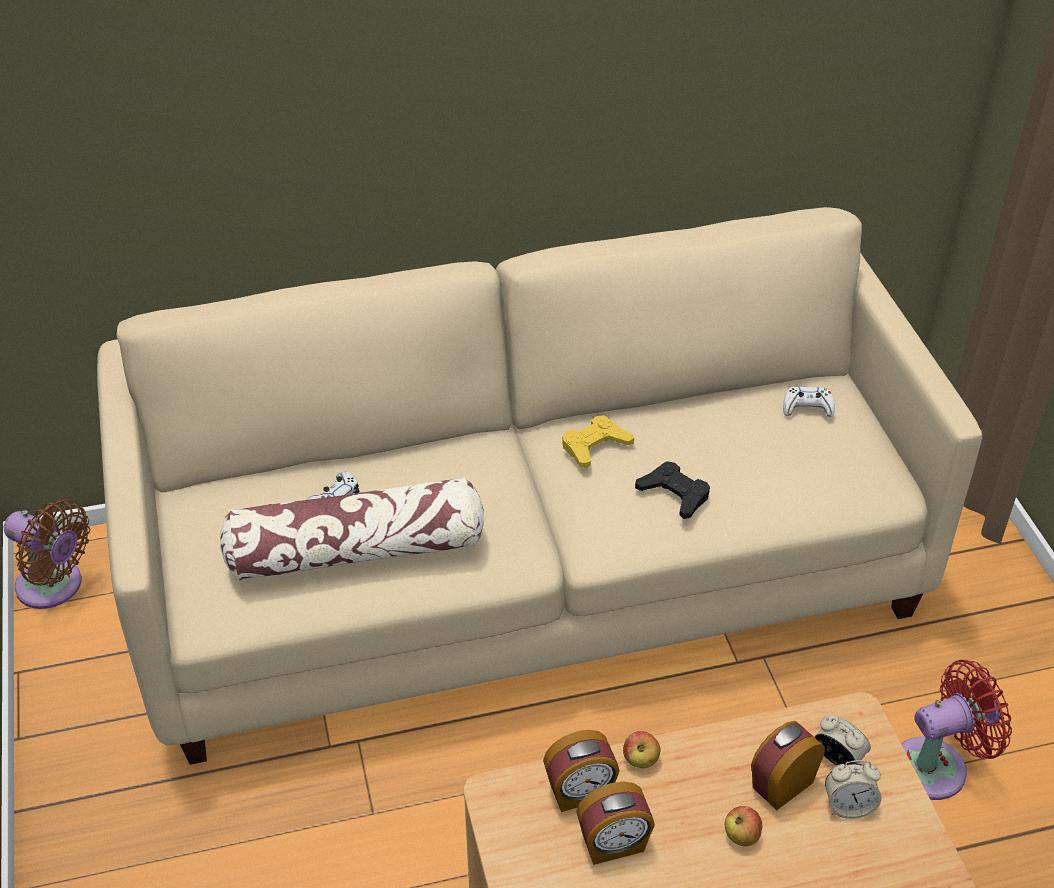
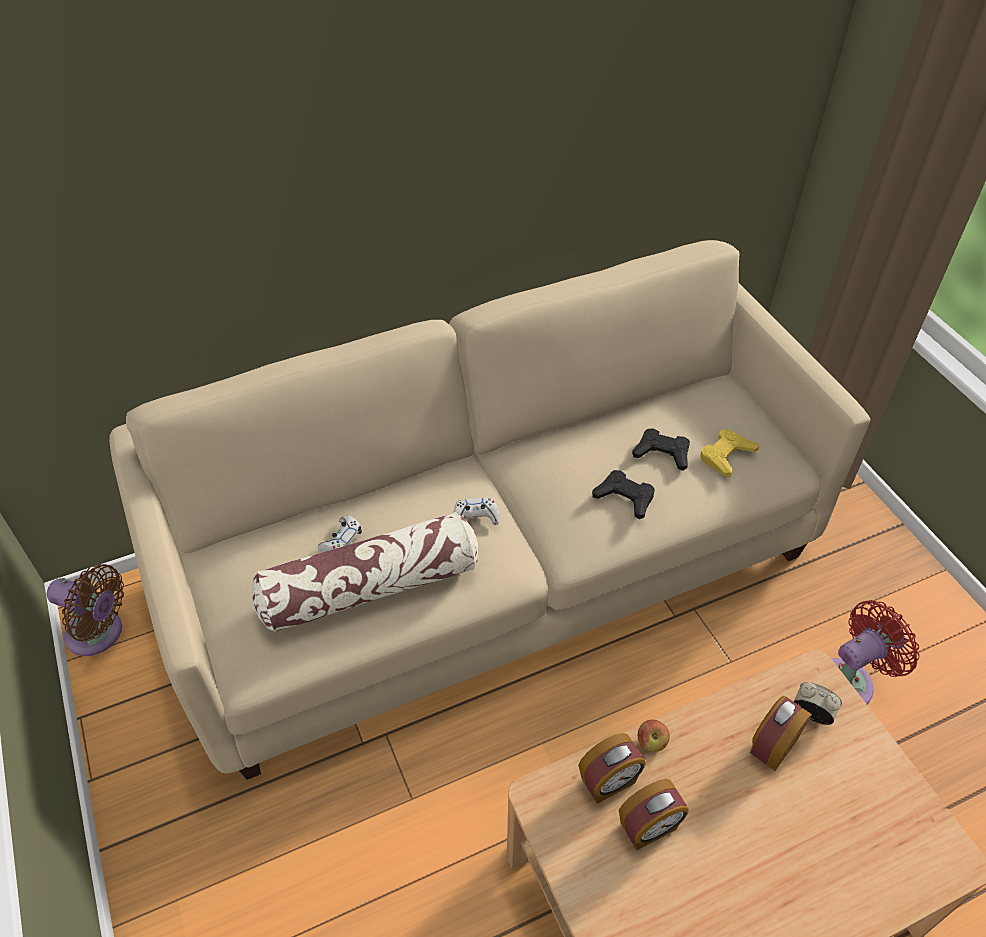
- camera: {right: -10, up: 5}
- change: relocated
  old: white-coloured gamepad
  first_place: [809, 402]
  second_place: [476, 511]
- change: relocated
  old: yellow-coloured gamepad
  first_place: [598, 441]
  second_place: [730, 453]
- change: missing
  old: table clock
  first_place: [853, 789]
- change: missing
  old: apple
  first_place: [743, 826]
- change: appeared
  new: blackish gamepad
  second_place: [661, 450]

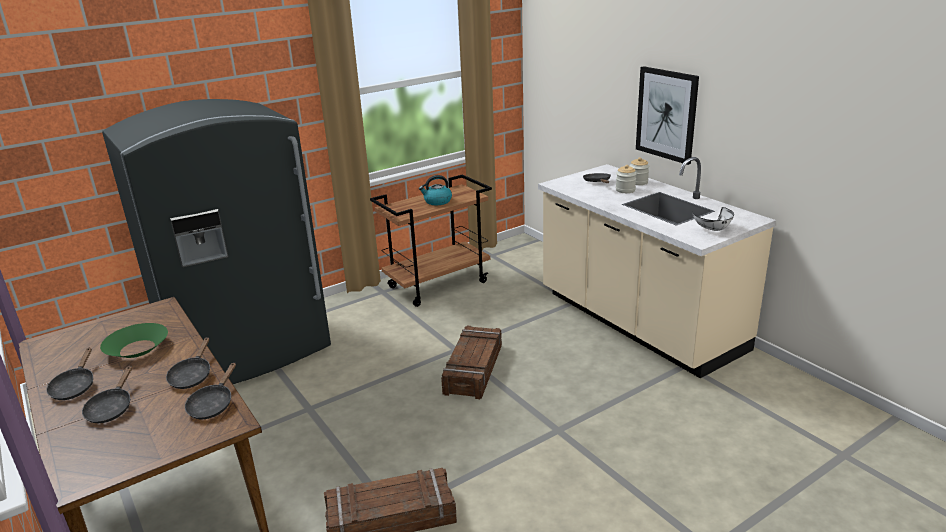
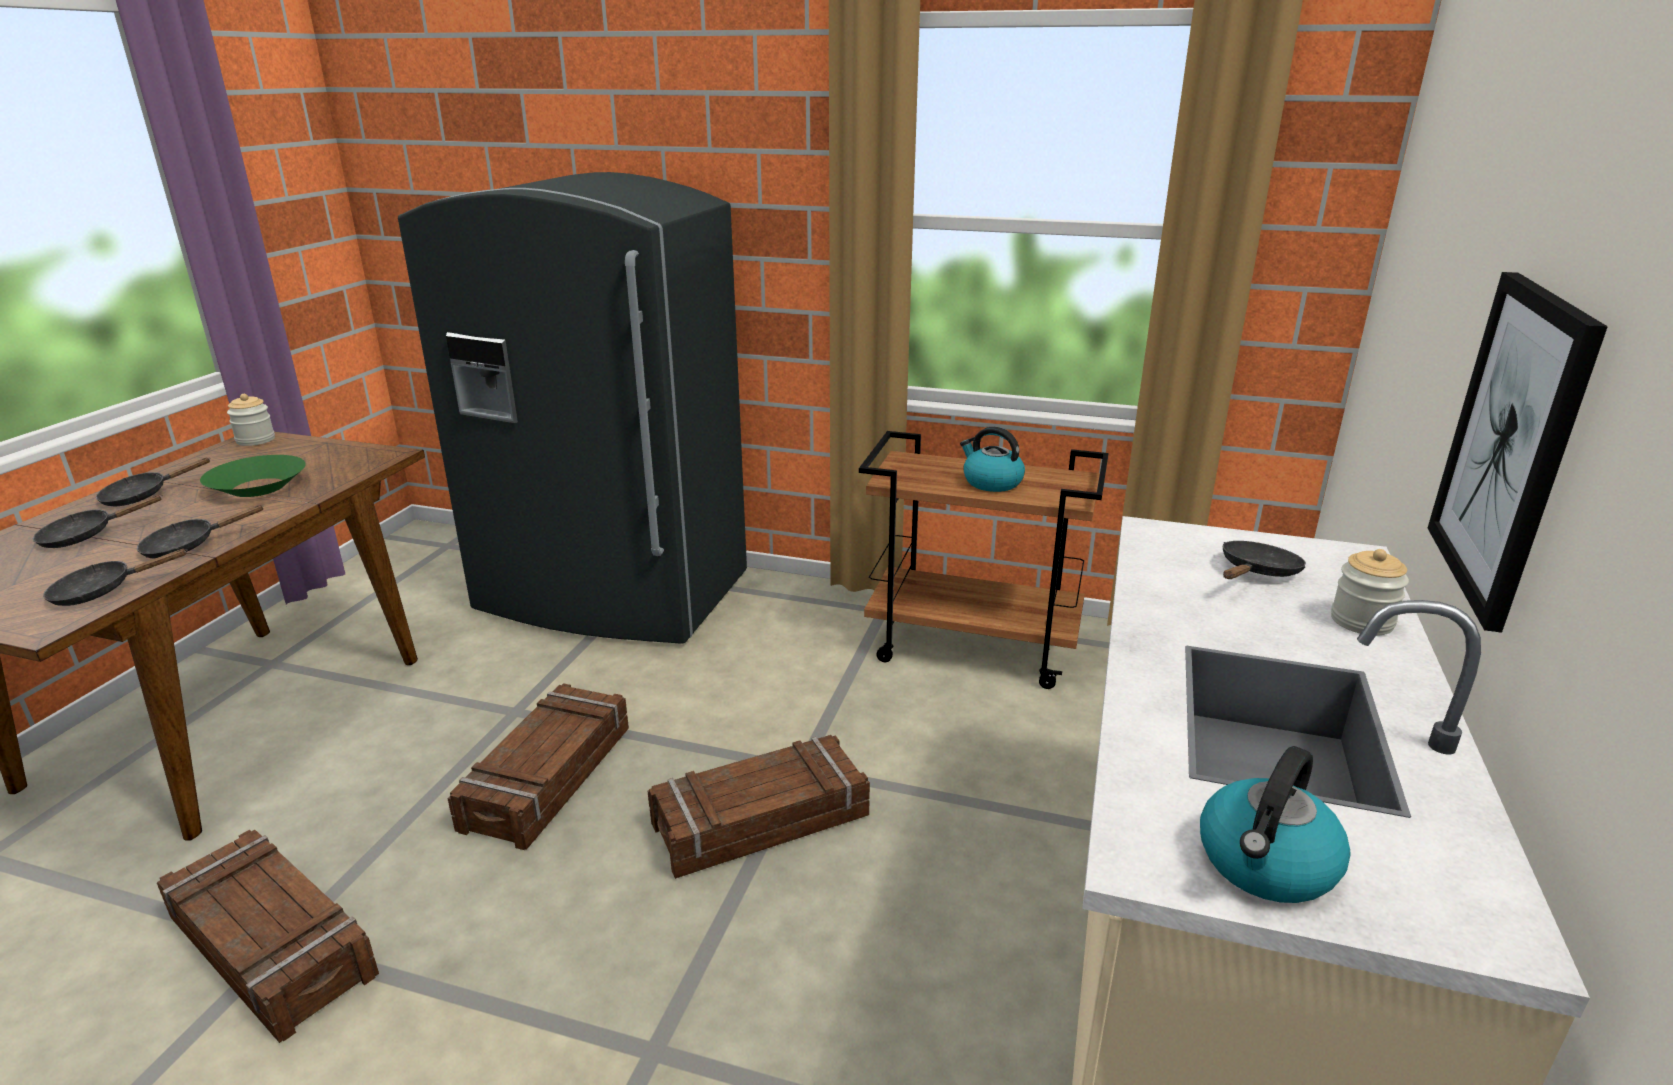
- camera: {right: 50, up: 0}
- change: relocated
  old: jar
  first_place: [626, 179]
  second_place: [251, 420]
- change: exchanged
  old: white-coloured deep dish
  new: tea kettle
  first_place: [713, 219]
  second_place: [1275, 824]
- change: appeared
  new: crate
  second_place: [538, 766]

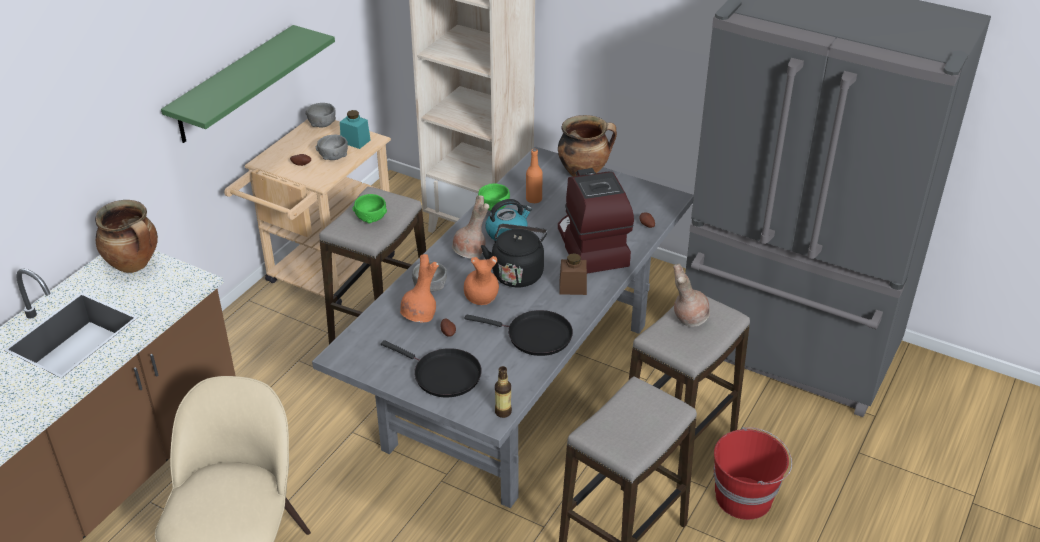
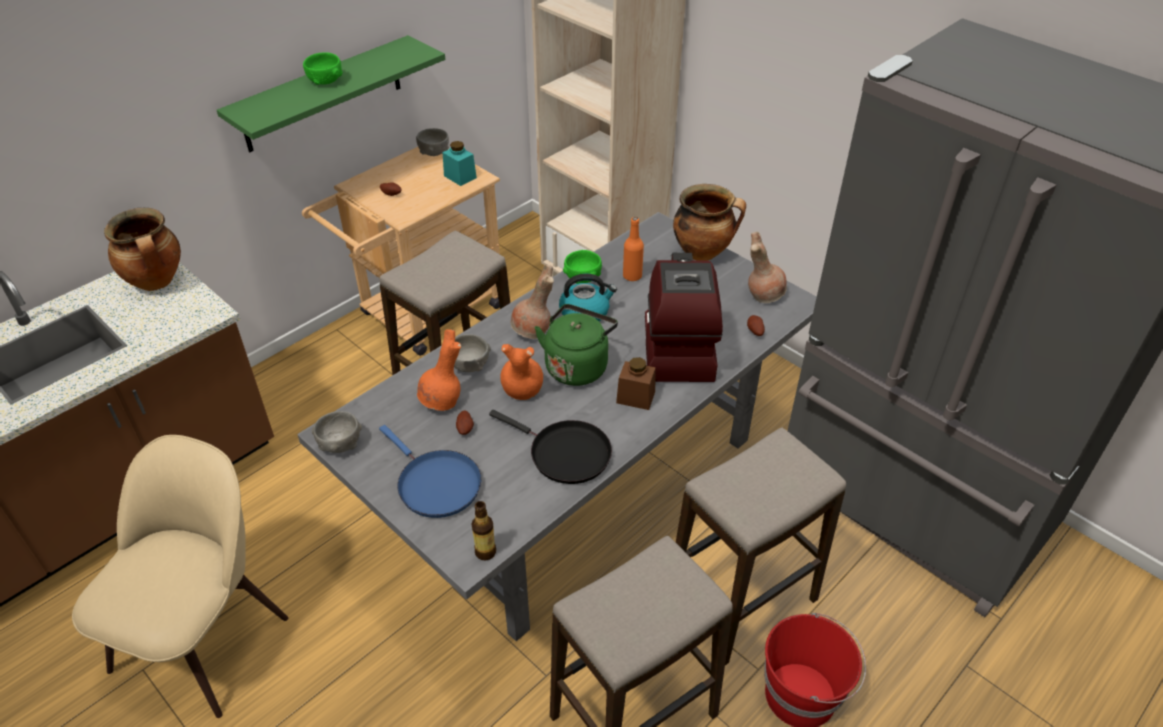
- camera: {right: 15, up: 5}
- change: relocated
  old: gray deep dish
  first_place: [332, 147]
  second_place: [337, 432]
- change: relocated
  old: green-coloured deep dish
  first_place: [370, 208]
  second_place: [323, 68]
- change: colour
  old: blackish tea kettle
  new: green-coloured tea kettle
  first_place: [514, 255]
  second_place: [576, 345]
- change: relocated
  old: brown-coloured vase
  first_place: [691, 295]
  second_place: [767, 267]
- change: colour
  old: blackish pan
  new: bluish pan
  first_place: [431, 368]
  second_place: [430, 471]

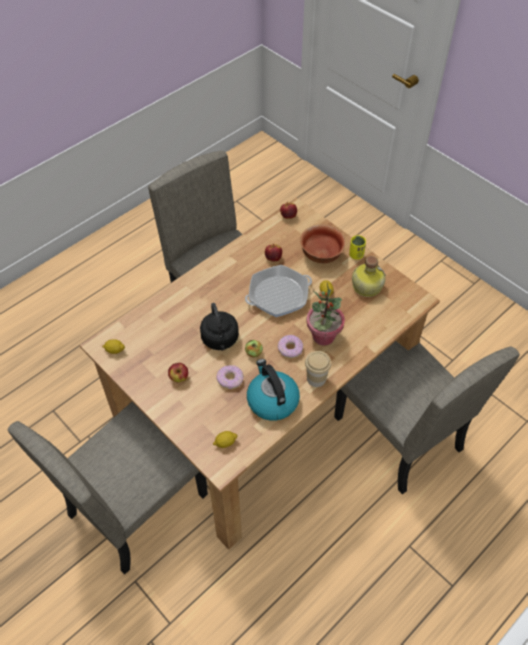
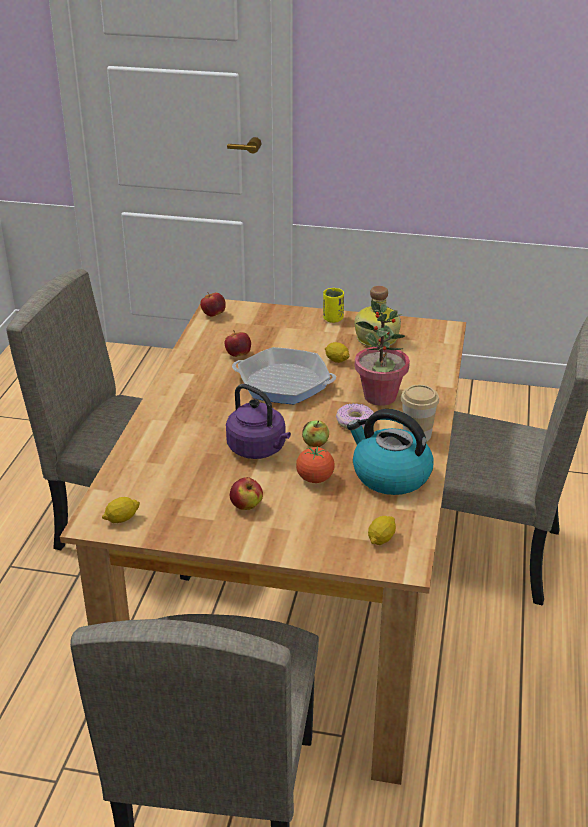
- camera: {right: -35, up: -20}
- change: missing
  old: deep dish
  first_place: [322, 244]
- change: spun
  old: pan
  first_place: [278, 291]
  second_place: [284, 375]
  degrees: -105
- change: colour
  old: blackish tea kettle
  new: purple-coloured tea kettle
  first_place: [219, 326]
  second_place: [258, 421]
- change: exchanged
  old: donut
  new: whole tomato
  first_place: [230, 377]
  second_place: [315, 465]

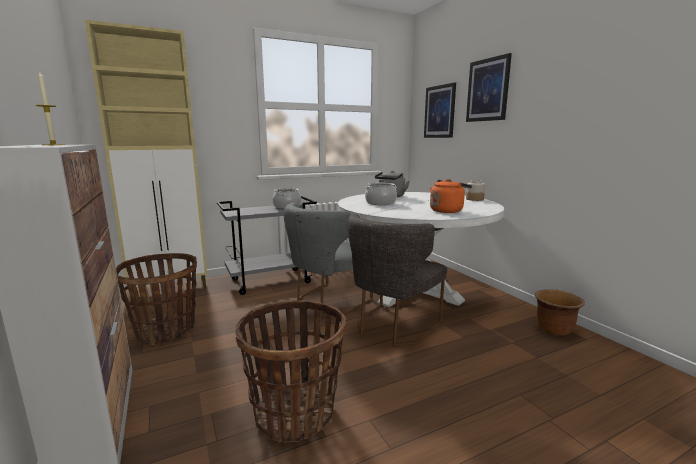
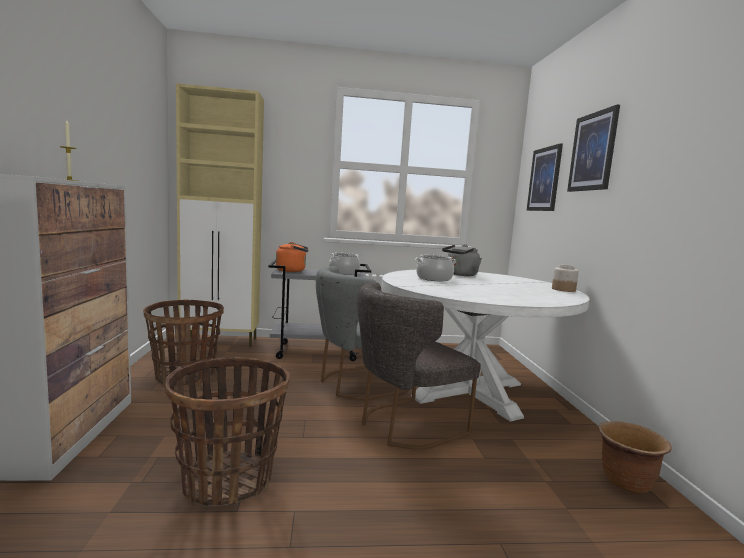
- camera: {right: 20, up: -5}
- change: relocated
  old: orange tea kettle
  first_place: [451, 196]
  second_place: [292, 257]

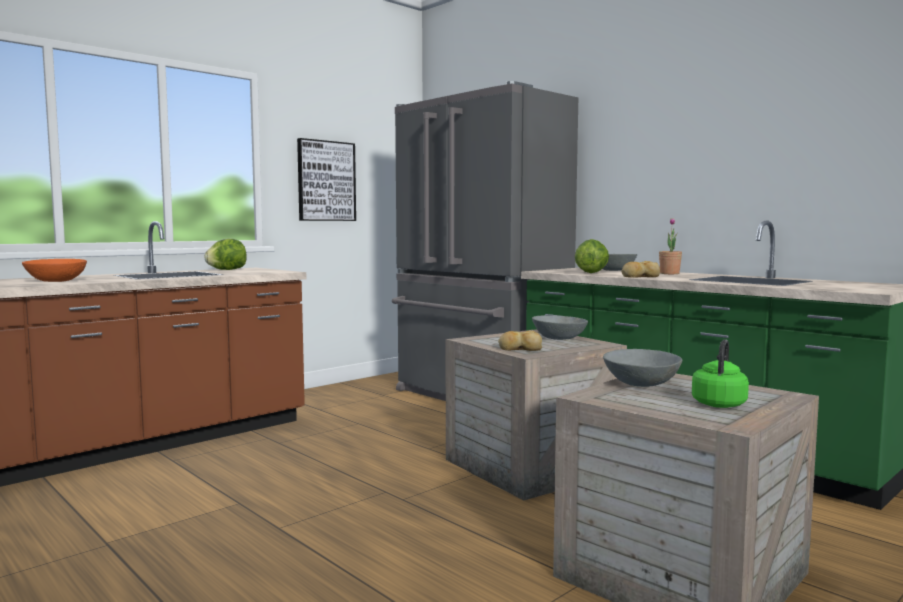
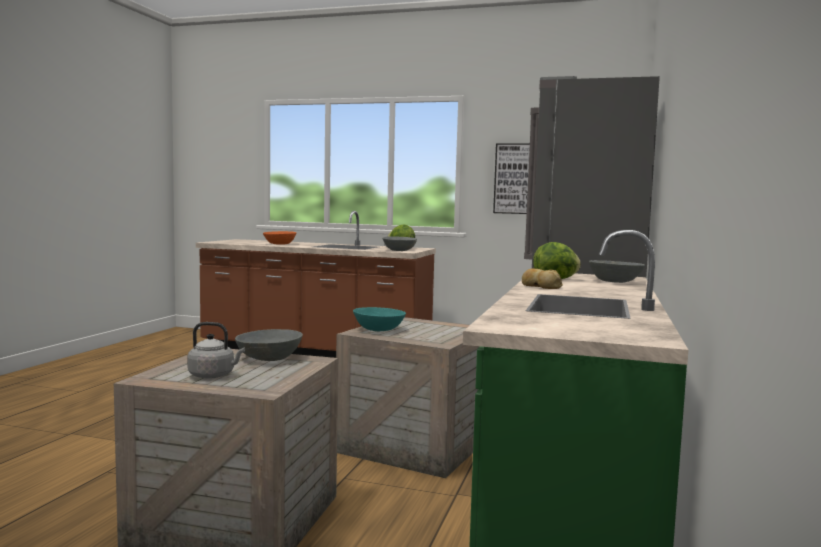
- camera: {right: 60, up: 0}
- change: missing
  old: houseplant
  first_place: [670, 246]
- change: relocated
  old: gray deep dish
  first_place: [560, 327]
  second_place: [399, 243]
- change: exchanged
  old: bread
  new: turquoise deep dish
  first_place: [520, 341]
  second_place: [379, 319]
- change: colour
  old: green-coloured tea kettle
  new: gray tea kettle
  first_place: [720, 373]
  second_place: [216, 350]

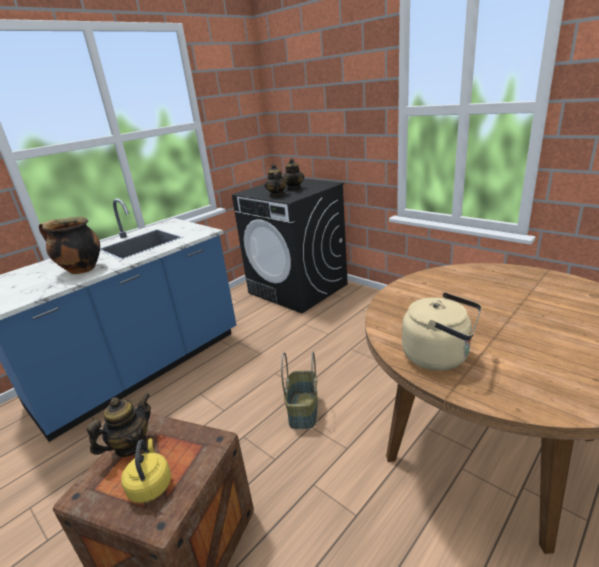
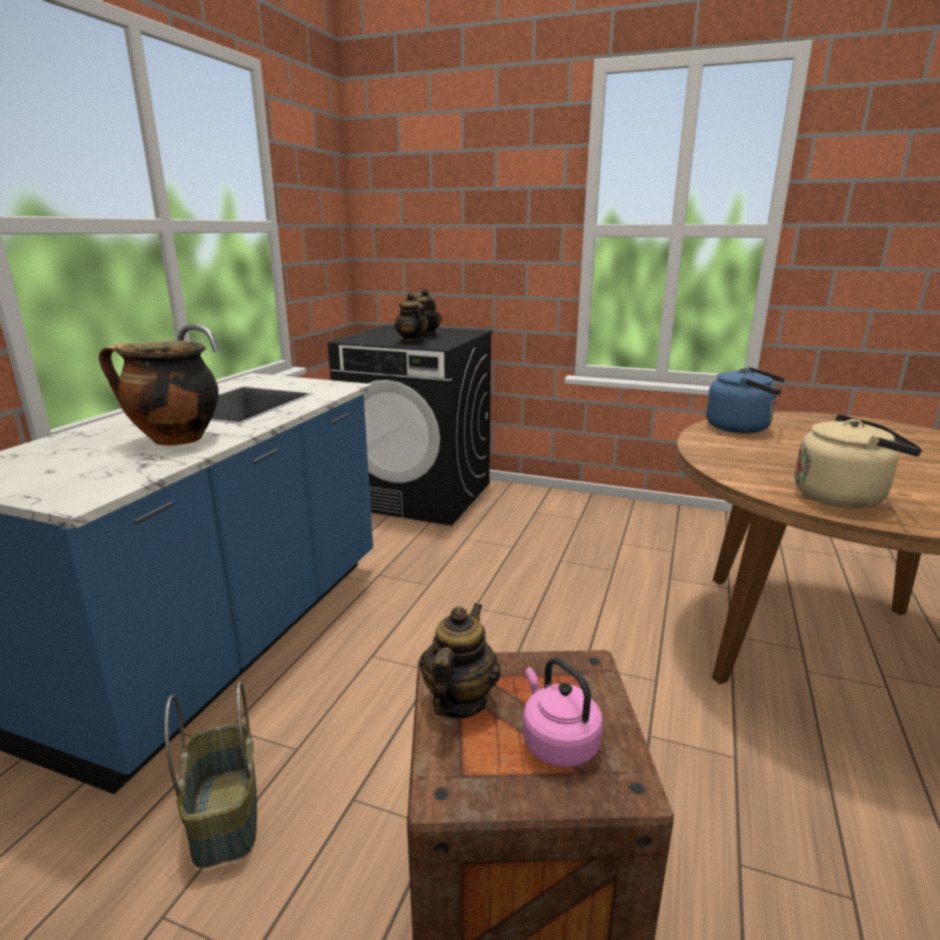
- camera: {right: -25, up: -5}
- change: relocated
  old: storage basket
  first_place: [299, 390]
  second_place: [211, 775]
- change: colour
  old: yellow-coloured tea kettle
  new: pink tea kettle
  first_place: [146, 470]
  second_place: [562, 713]
- change: appeared
  new: bluish tea kettle
  second_place: [745, 400]

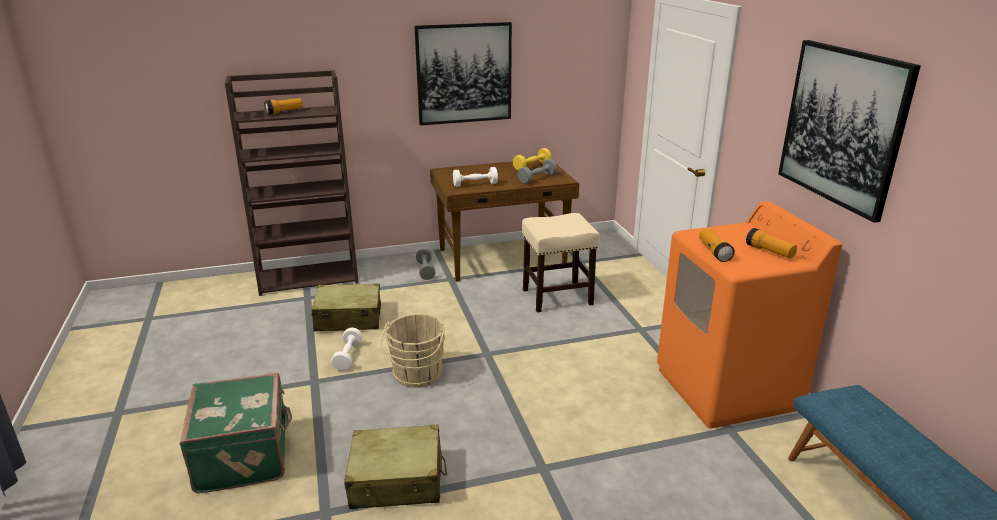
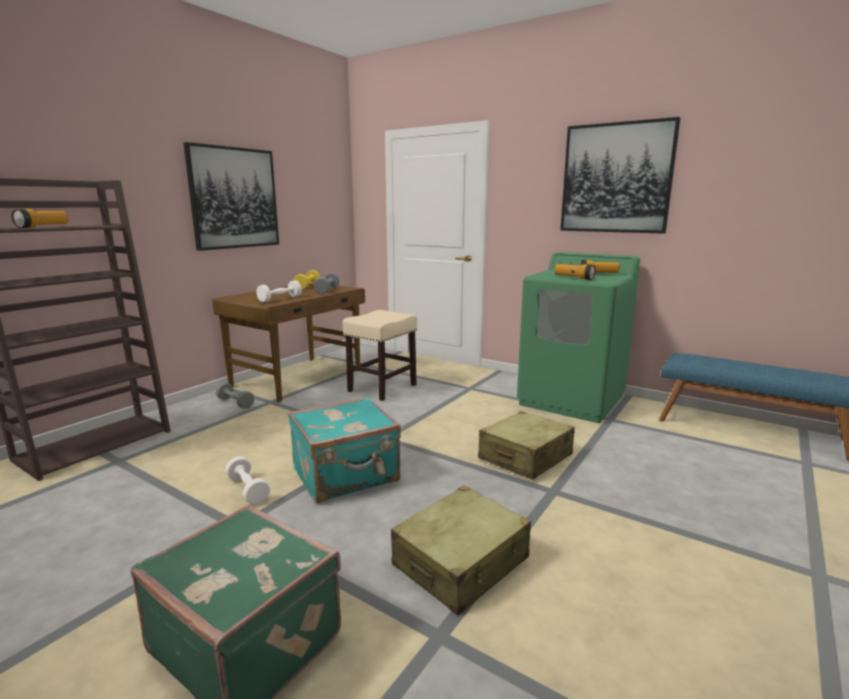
- camera: {right: -40, up: -10}
- change: colour
  old: orange laundry machine
  new: green-coloured laundry machine
  first_place: [749, 315]
  second_place: [578, 337]
- change: relocated
  old: beige travel case
  first_place: [346, 307]
  second_place: [526, 445]
- change: exchanged
  old: beige pail
  new: turquoise travel case
  first_place: [412, 350]
  second_place: [344, 450]

